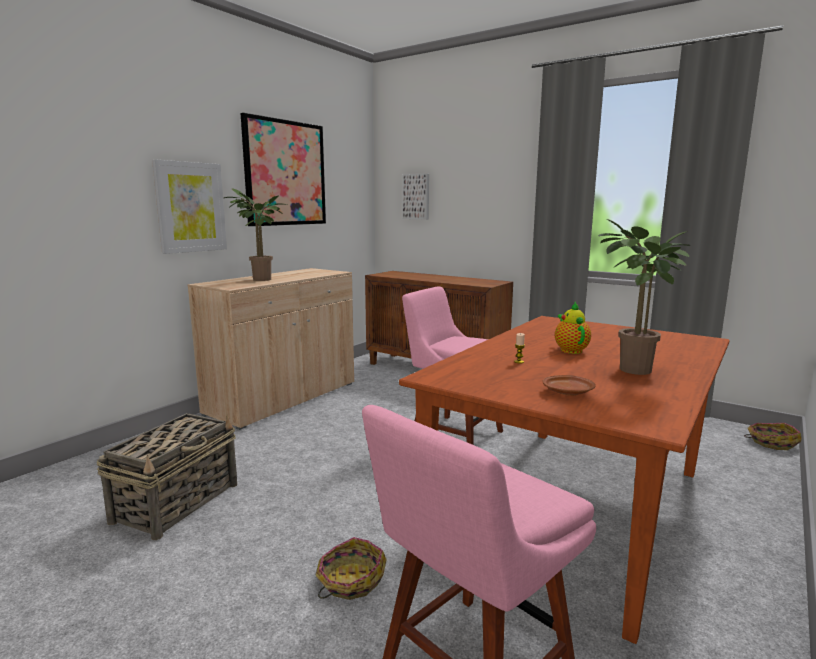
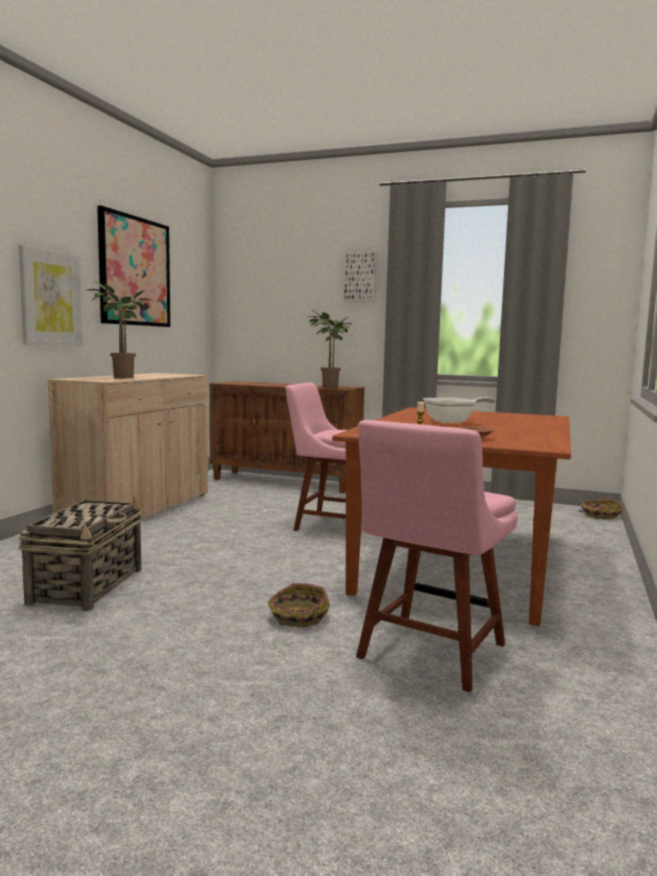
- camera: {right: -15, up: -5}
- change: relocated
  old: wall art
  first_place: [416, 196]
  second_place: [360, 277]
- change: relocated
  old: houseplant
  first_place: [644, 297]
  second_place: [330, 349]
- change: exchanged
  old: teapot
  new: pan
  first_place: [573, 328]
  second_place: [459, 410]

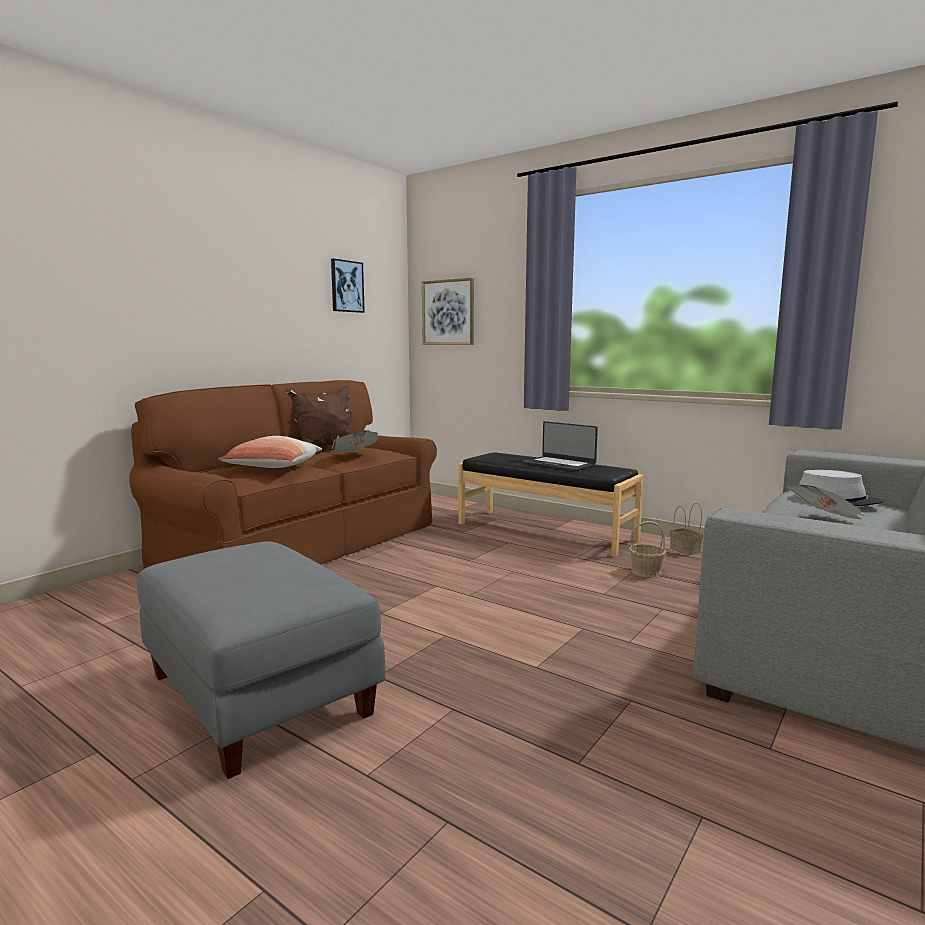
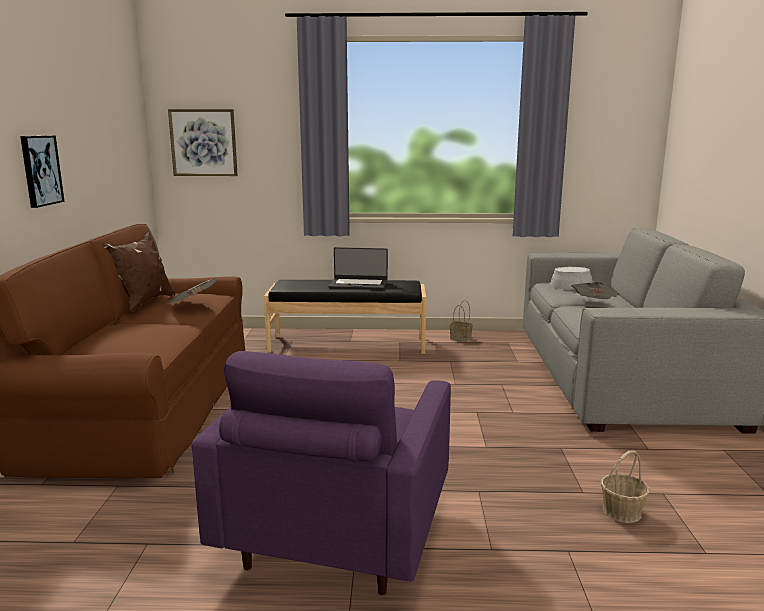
- camera: {right: -35, up: 5}
- change: relocated
  old: wall art
  first_place: [348, 286]
  second_place: [42, 172]
- change: missing
  old: throw pillow
  first_place: [270, 452]
- change: relocated
  old: storage basket
  first_place: [647, 549]
  second_place: [625, 486]
- change: exchanged
  old: gray footrest
  new: purple-coloured armchair
  first_place: [261, 660]
  second_place: [321, 473]

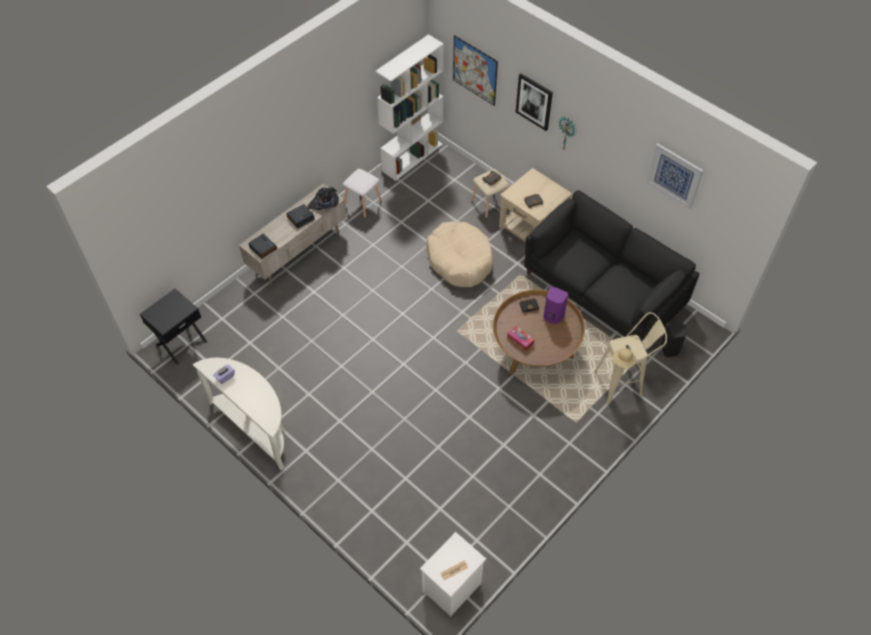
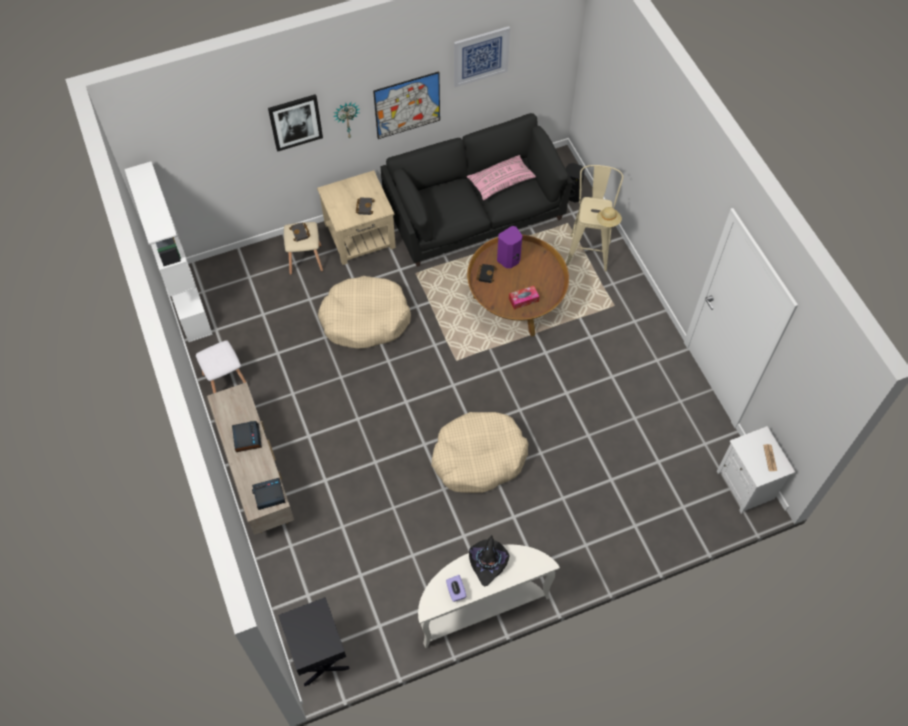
- camera: {right: -65, up: 5}
- change: relocated
  old: wall art
  first_place: [475, 70]
  second_place: [406, 105]
- change: relocated
  old: blackish hat
  first_place: [323, 198]
  second_place: [489, 560]
- change: appeared
  new: pink throw pillow
  second_place: [501, 177]
- change: appeared
  new: beige dog cushion
  second_place: [480, 452]

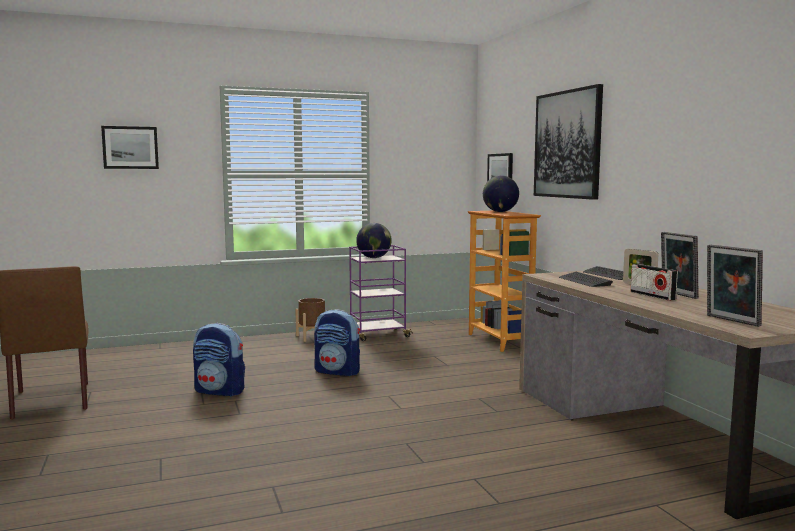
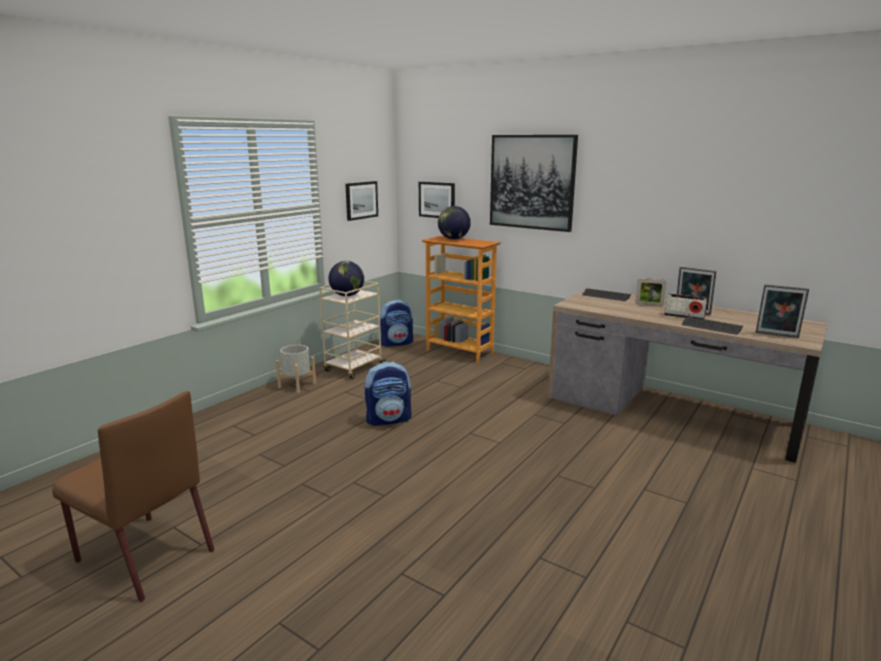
- camera: {right: -35, up: 10}
- change: relocated
  old: wall art
  first_place: [130, 147]
  second_place: [361, 201]
- change: colour
  old: purple-coloured wheeled cart
  new: beige wheeled cart
  first_place: [381, 293]
  second_place: [352, 330]
- change: relocated
  old: PC keyboard
  first_place: [586, 279]
  second_place: [712, 325]
- change: colour
  old: brown-coloured plant pot
  new: gray plant pot
  first_place: [310, 320]
  second_place: [296, 369]
- change: relocated
  old: backpack
  first_place: [219, 360]
  second_place: [396, 323]

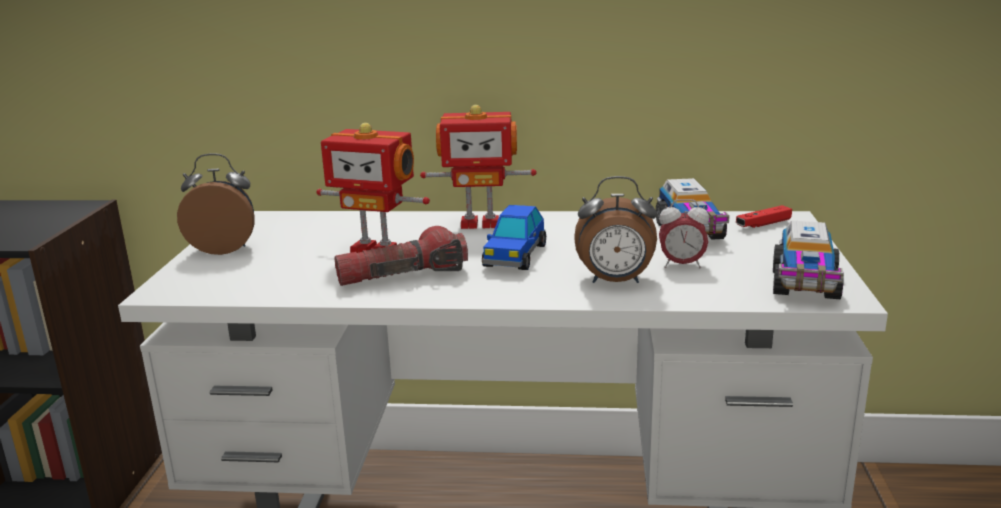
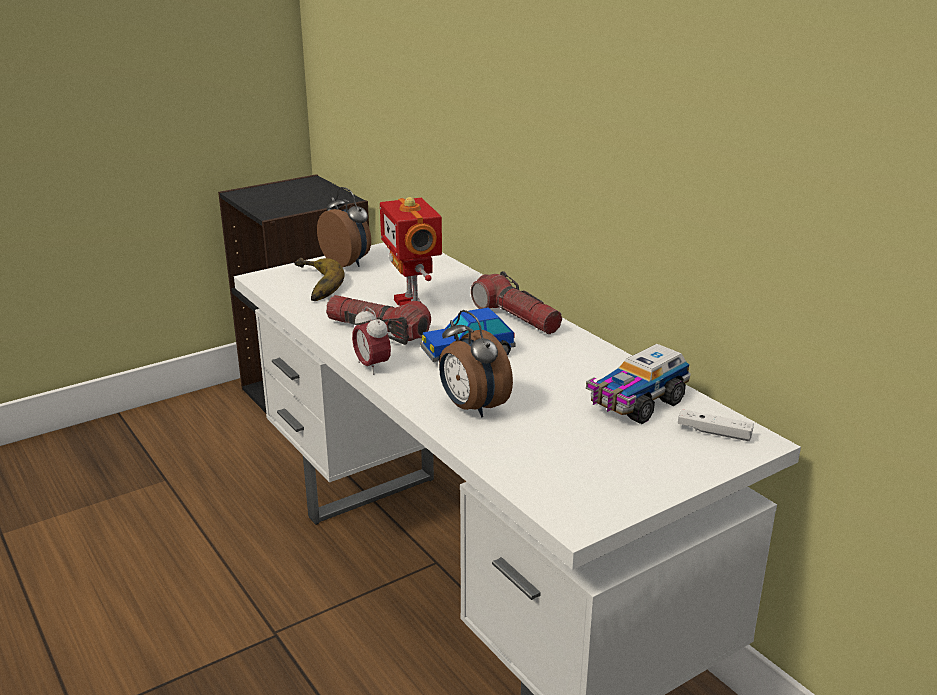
- camera: {right: 50, up: 5}
- change: exchanged
  old: toy robot
  new: flashlight
  first_place: [478, 167]
  second_place: [516, 302]
- change: relocated
  old: table clock
  first_place: [684, 234]
  second_place: [371, 340]
- change: colour
  old: red gamepad
  new: white-coloured gamepad
  first_place: [764, 216]
  second_place: [716, 425]
- change: missing
  old: model truck
  first_place: [808, 259]
- change: appeared
  new: banana fruit
  second_place: [320, 279]

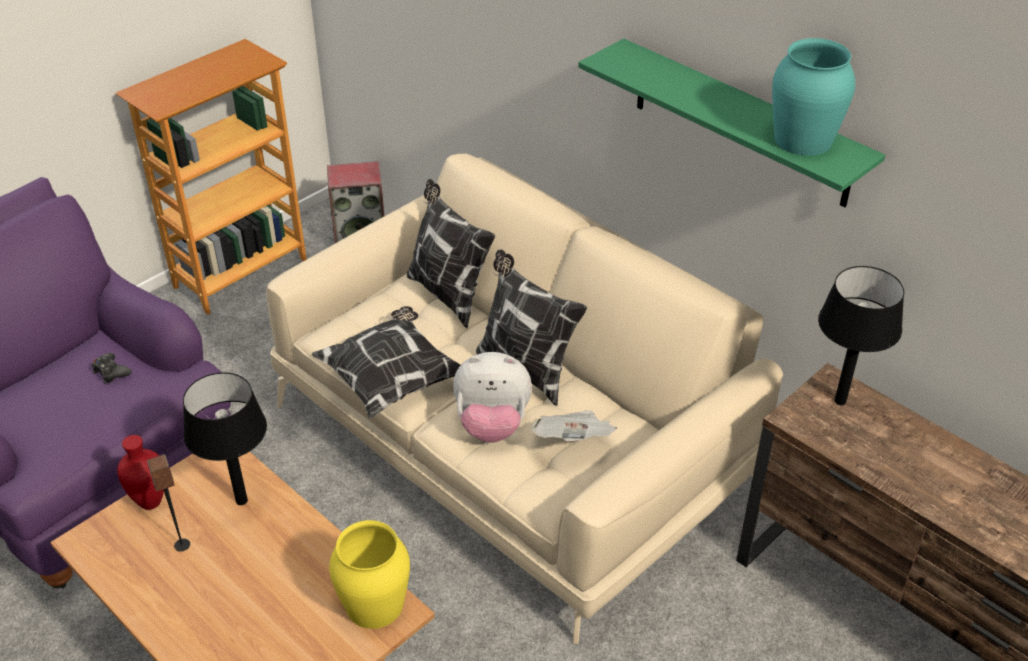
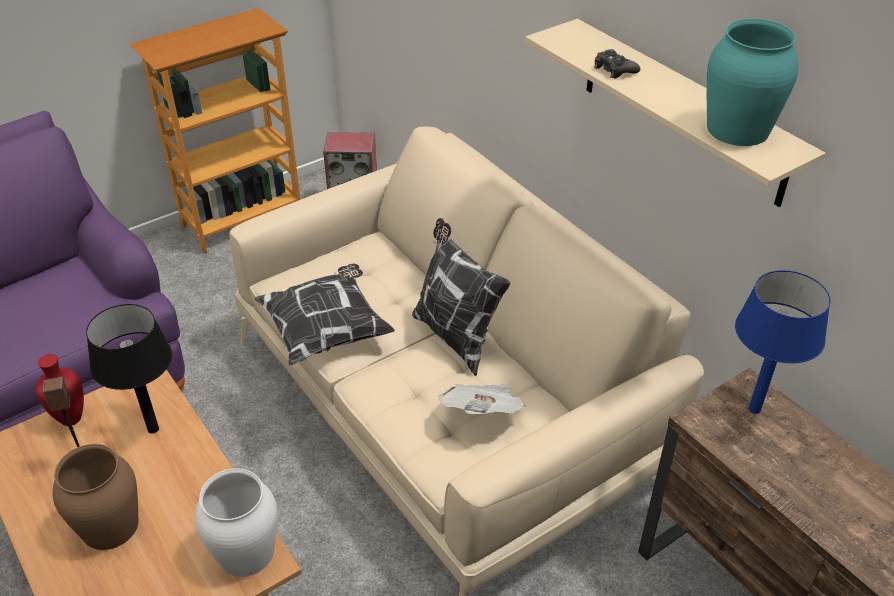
- camera: {right: 10, up: 0}
- change: colour
  old: green-coloured shelf
  new: beige shelf
  first_place: [731, 122]
  second_place: [675, 113]
- change: missing
  old: throw pillow
  first_place: [451, 253]
- change: colour
  old: blackish lamp for a table
  new: bluish lamp for a table
  first_place: [861, 335]
  second_place: [783, 342]
- change: missing
  old: soft toy
  first_place: [492, 397]
- change: relocated
  old: blackish gamepad
  first_place: [112, 368]
  second_place: [617, 63]
- change: colour
  old: yellow-coloured vase
  new: white-coloured vase
  first_place: [369, 574]
  second_place: [236, 523]
- change: appeared
  new: brown-coloured vase
  second_place: [96, 497]

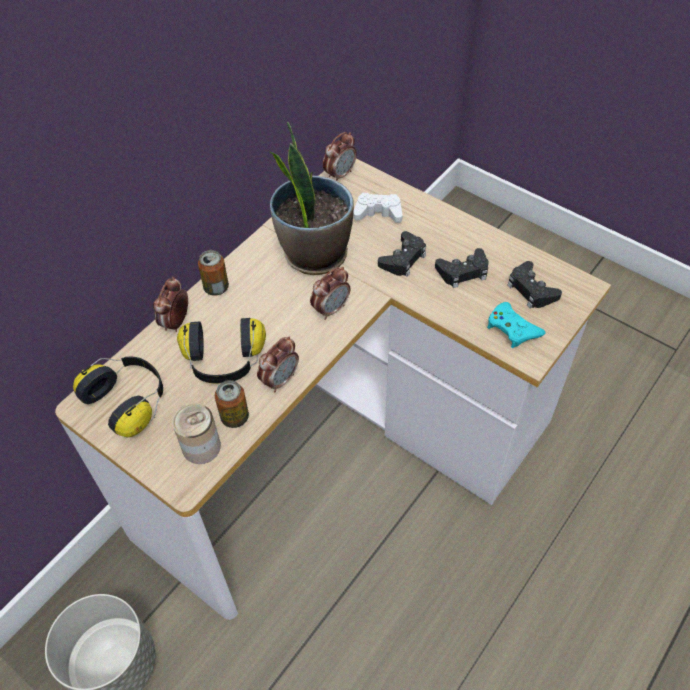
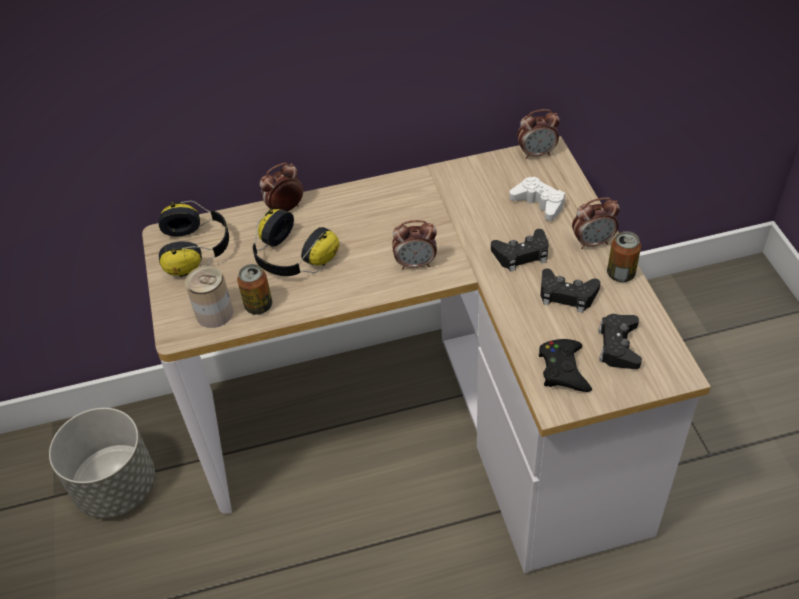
- camera: {right: 40, up: -5}
- change: missing
  old: houseplant
  first_place: [312, 198]
- change: relocated
  old: metal can
  first_place: [213, 273]
  second_place: [624, 256]
- change: colour
  old: turquoise gamepad
  new: blackish gamepad
  first_place: [516, 325]
  second_place: [565, 365]
- change: relocated
  old: table clock
  first_place: [278, 364]
  second_place: [596, 223]

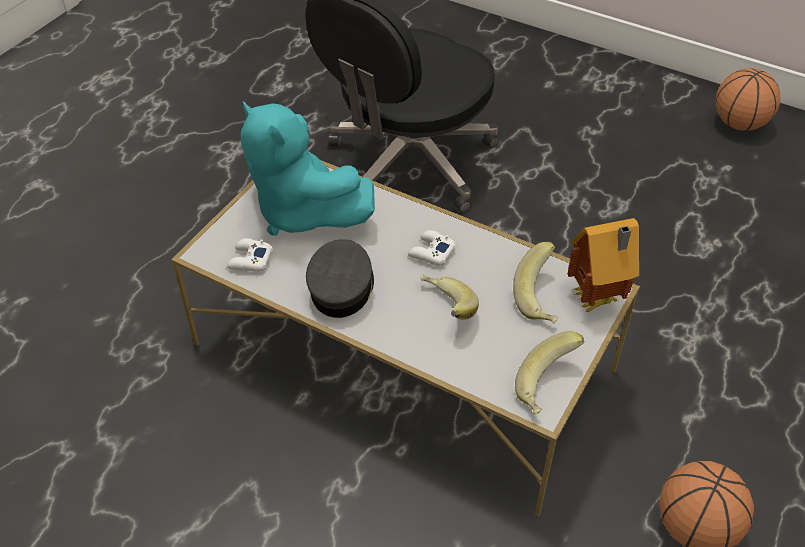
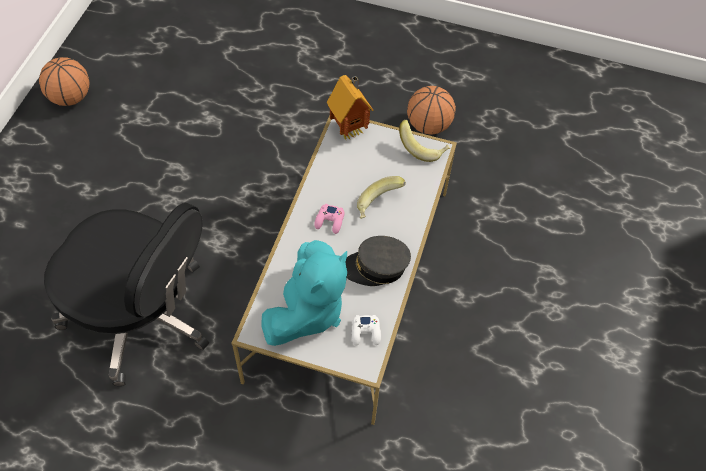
- camera: {right: -105, up: 10}
- change: colour
  old: white-coloured gamepad
  new: pink gamepad
  first_place: [432, 248]
  second_place: [329, 219]
- change: missing
  old: banana fruit
  first_place: [535, 283]

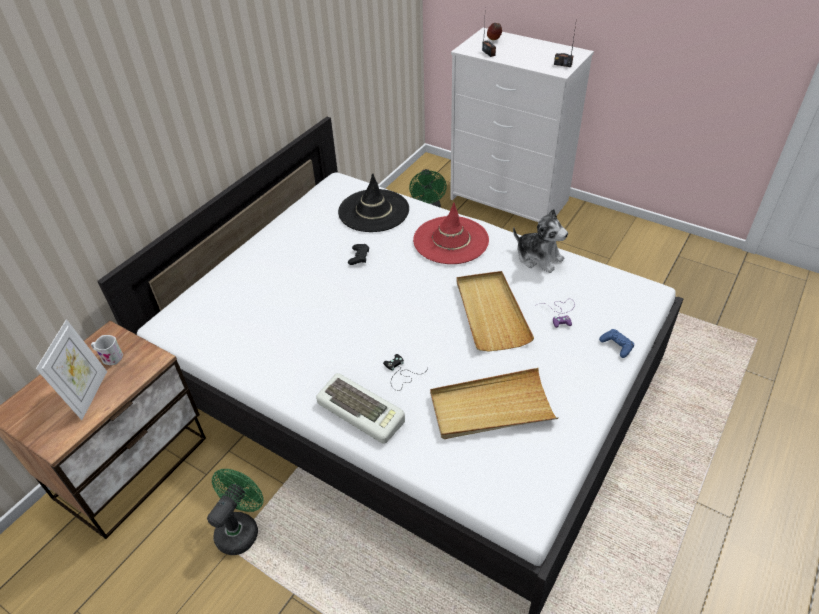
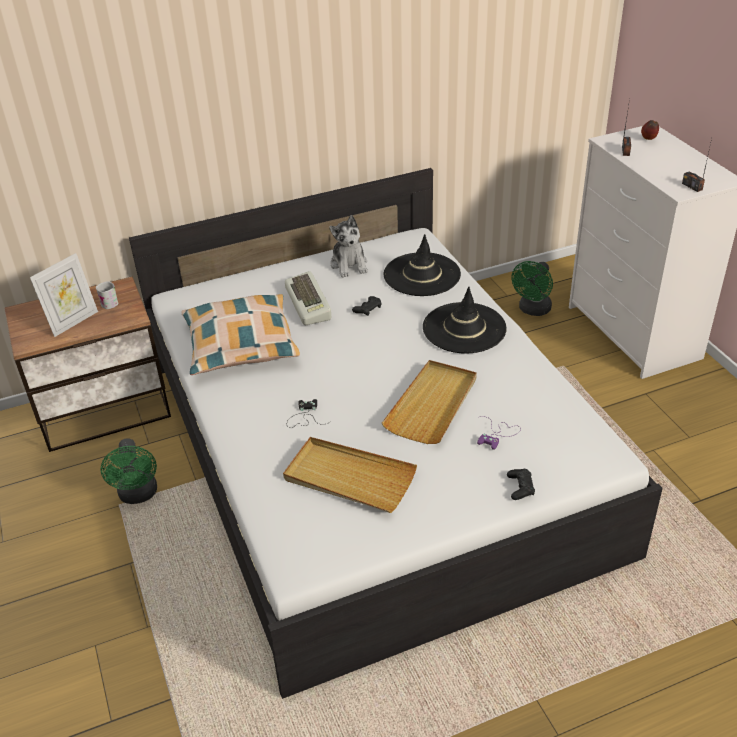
- camera: {right: 35, up: -5}
- change: colour
  old: red hat
  new: blackish hat
  first_place: [451, 233]
  second_place: [465, 320]
- change: relocated
  old: soft toy
  first_place: [540, 241]
  second_place: [348, 246]
- change: colour
  old: bluish gamepad
  new: blackish gamepad
  first_place: [616, 343]
  second_place: [521, 484]
- change: relocated
  old: PC keyboard
  first_place: [360, 408]
  second_place: [308, 298]
- change: spun
  old: green-coloured fan
  first_place: [235, 512]
  second_place: [128, 471]
  degrees: 105
- change: appeared
  new: throw pillow
  second_place: [240, 334]

